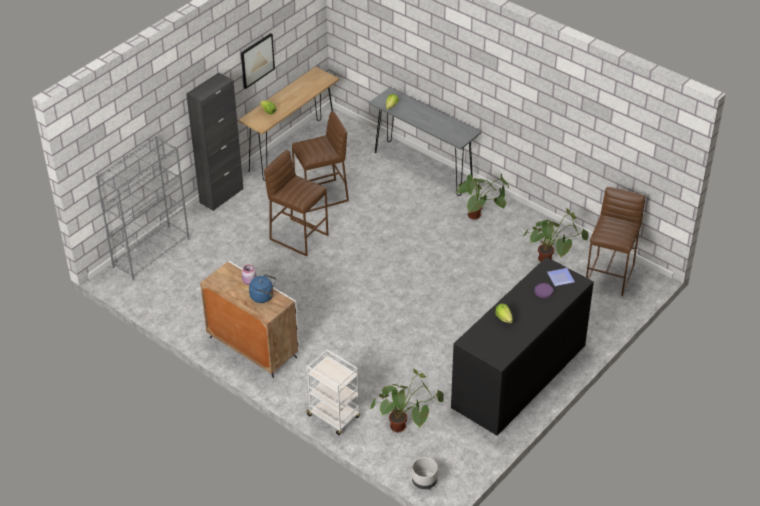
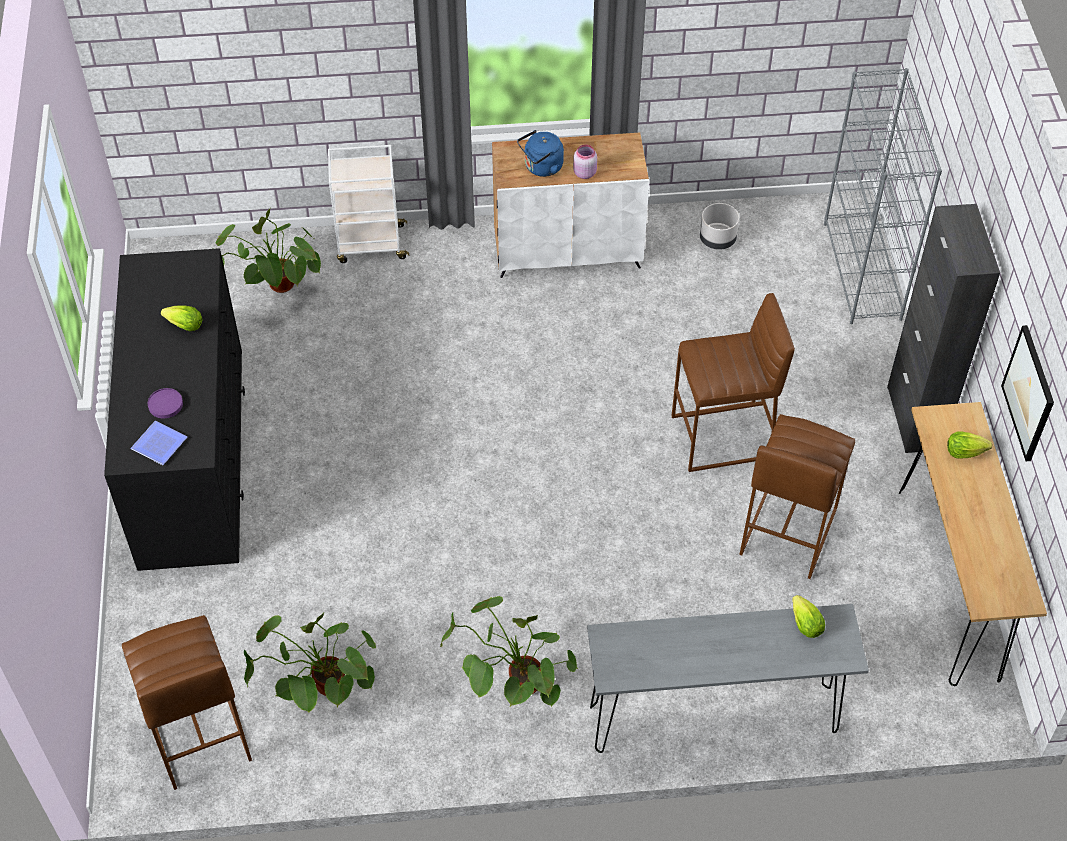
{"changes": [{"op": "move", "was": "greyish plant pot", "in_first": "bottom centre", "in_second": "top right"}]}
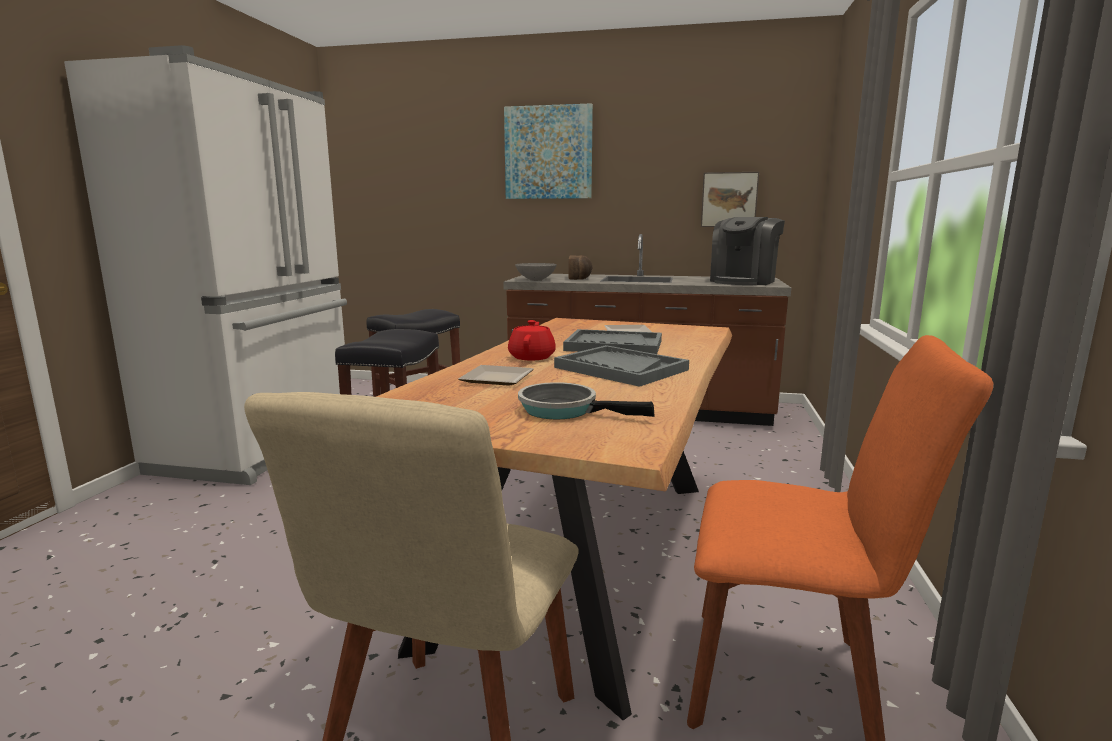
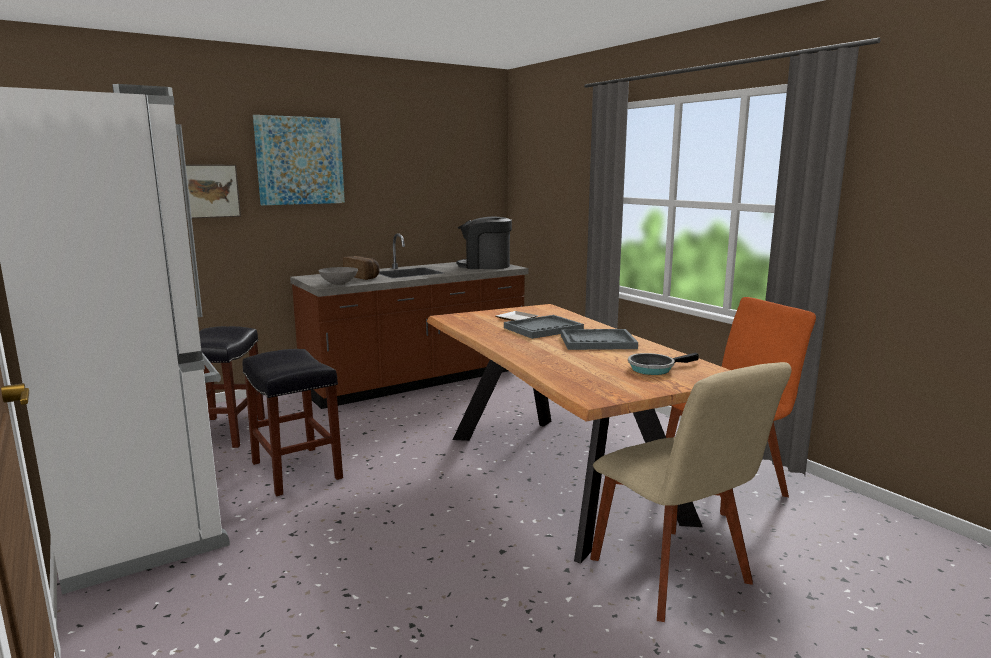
{"changes": [{"op": "move", "was": "picture (2nd from left in the first image)", "now": "picture (1st from left)", "in_first": "top centre", "in_second": "top left"}, {"op": "rotate", "was": "coffee machine", "in_first": "middle right", "in_second": "centre", "clockwise": 105}, {"op": "delete", "was": "red tea pot", "in_first": "centre"}, {"op": "delete", "was": "dinner plate (1st from left)", "in_first": "centre"}]}
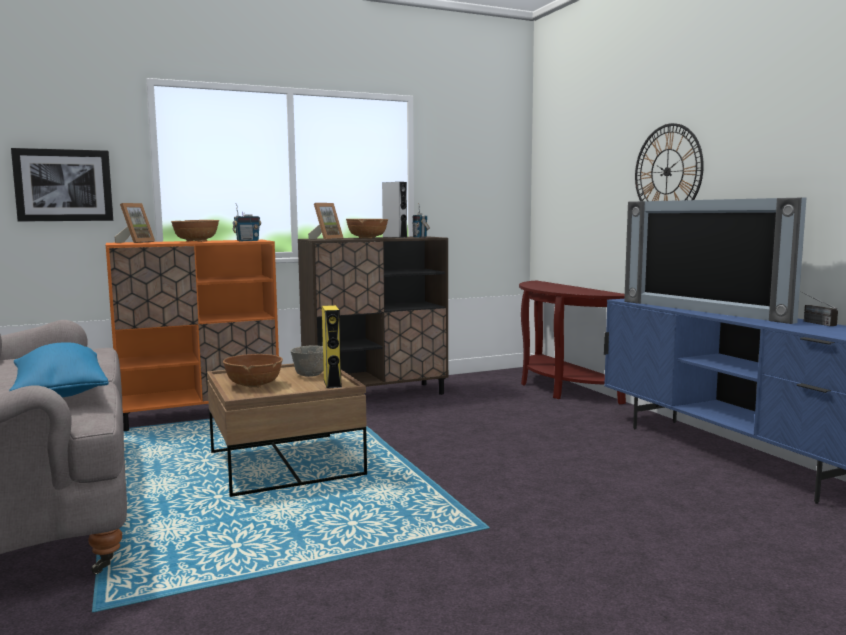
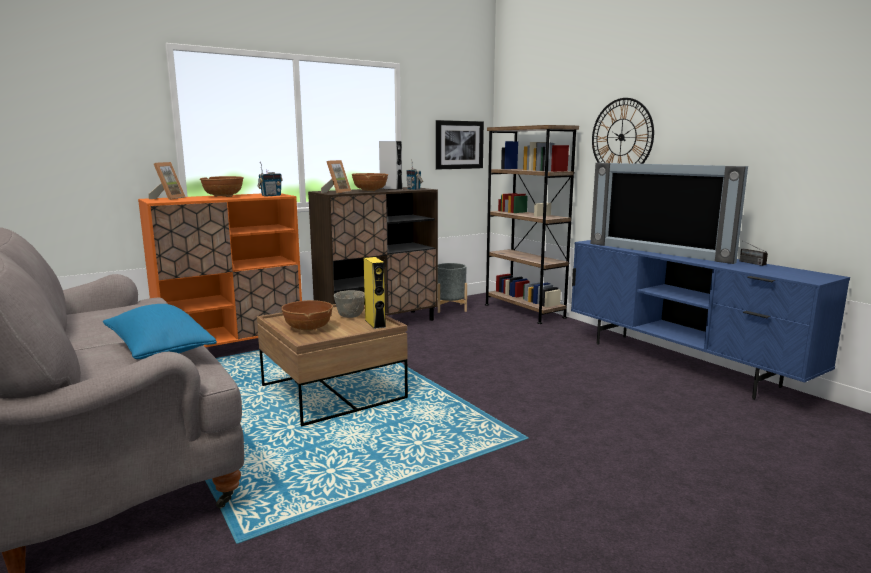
{"changes": [{"op": "move", "was": "picture", "in_first": "top left", "in_second": "top centre"}, {"op": "replace", "was": "brown console table", "now": "brown bookcase", "in_first": "middle right", "in_second": "centre"}, {"op": "insert", "now": "greyish plant pot", "in_second": "centre"}]}
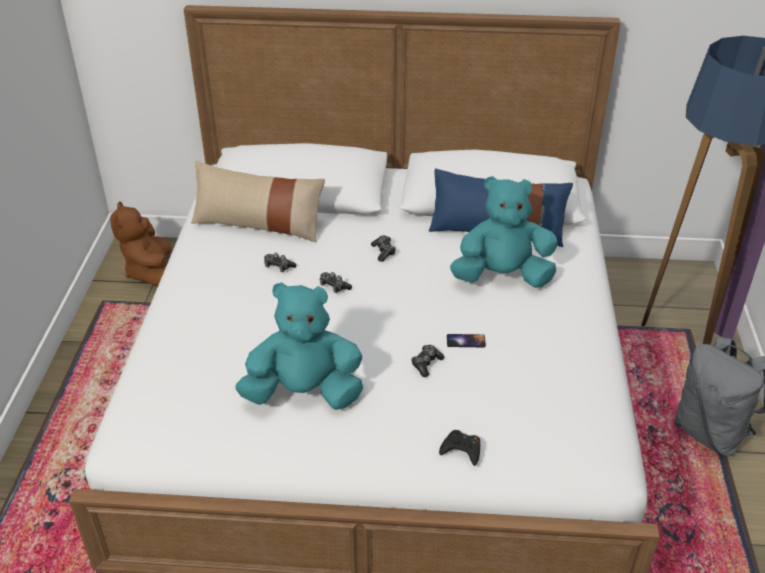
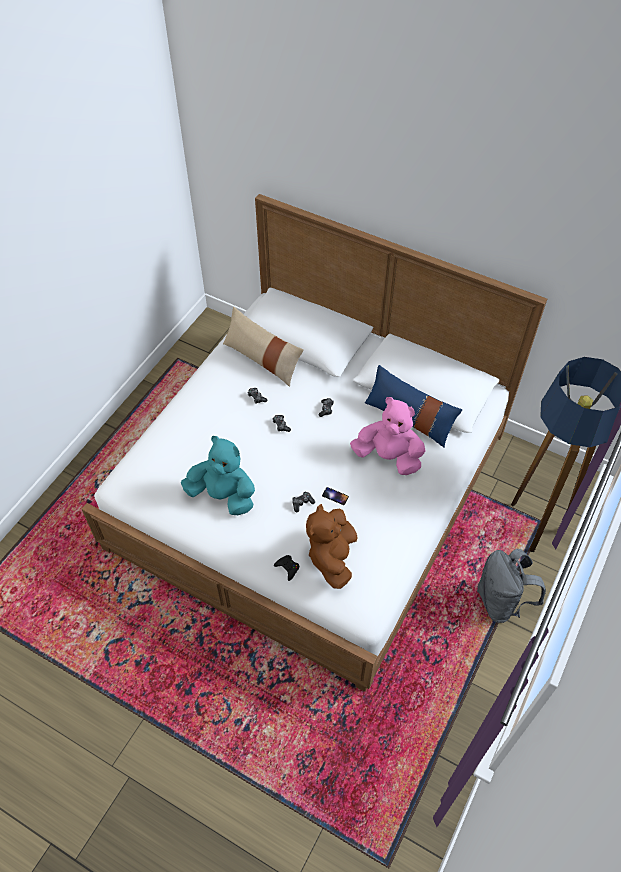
{"changes": [{"op": "recolor", "was": "turquoise soft toy (2nd from left)", "now": "pink-coloured soft toy", "in_first": "centre", "in_second": "centre"}, {"op": "move", "was": "brown soft toy", "in_first": "middle left", "in_second": "centre"}]}
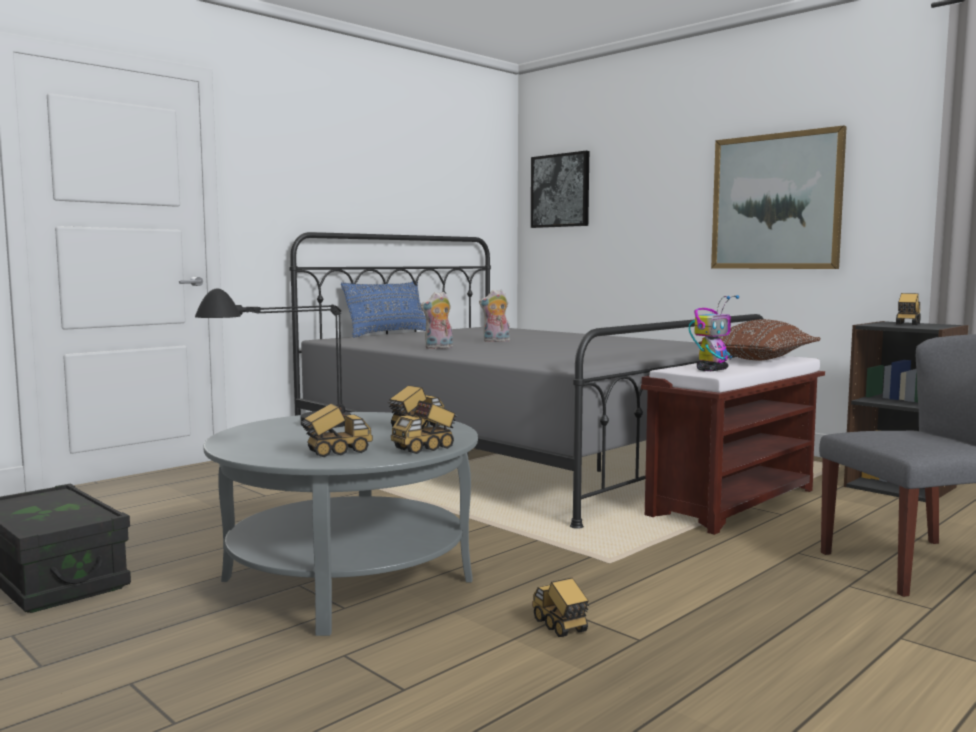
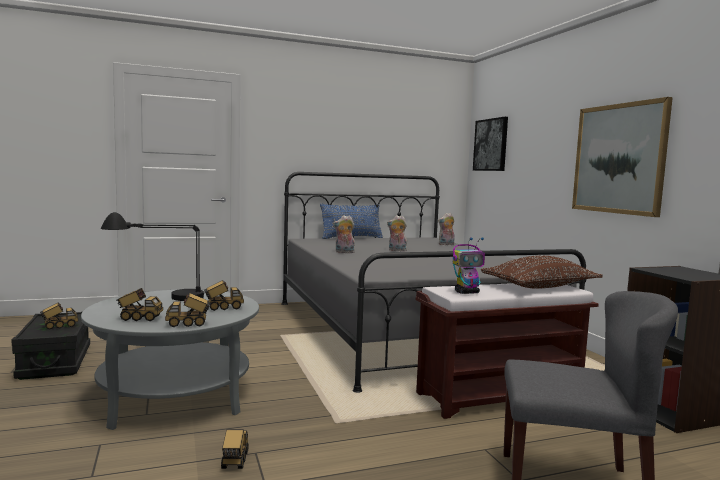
{"changes": [{"op": "move", "was": "model truck (5th from left in the first image)", "now": "model truck (1st from left)", "in_first": "middle right", "in_second": "middle left"}, {"op": "insert", "now": "soft toy (3rd from left)", "in_second": "centre"}]}
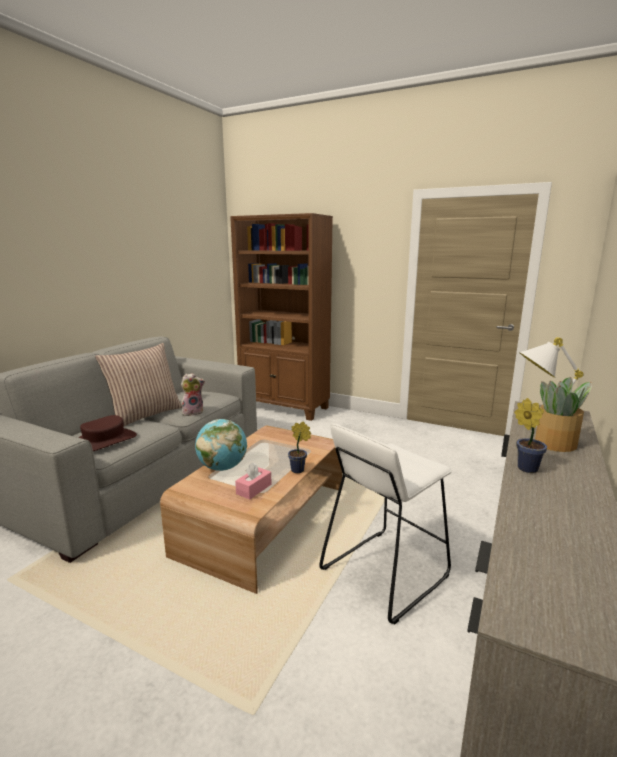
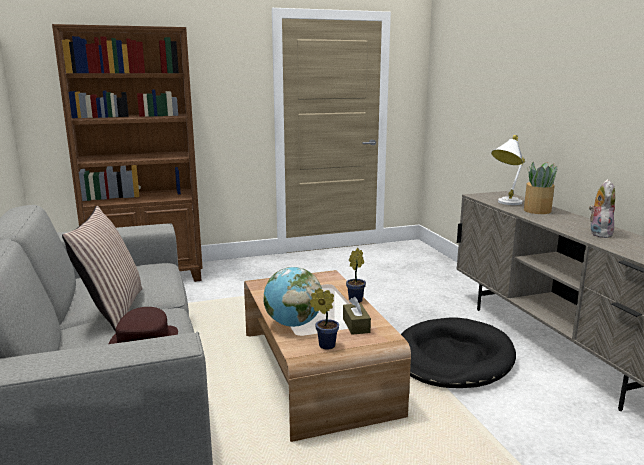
{"changes": [{"op": "move", "was": "soft toy", "in_first": "middle left", "in_second": "middle right"}, {"op": "move", "was": "plant in a pot (2nd from left in the first image)", "now": "plant in a pot (1st from left)", "in_first": "middle right", "in_second": "bottom centre"}, {"op": "replace", "was": "white sitting stool", "now": "black pet bed", "in_first": "bottom centre", "in_second": "bottom right"}, {"op": "recolor", "was": "pink-coloured box of tissues", "now": "brown box of tissues", "in_first": "centre", "in_second": "bottom centre"}]}
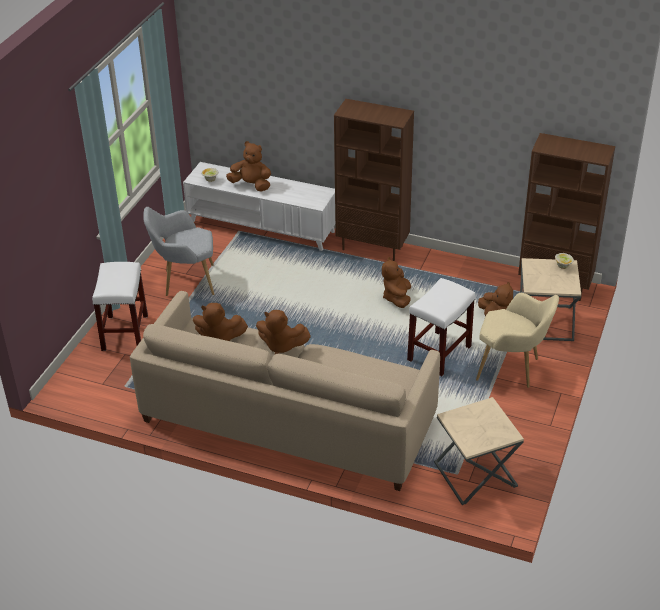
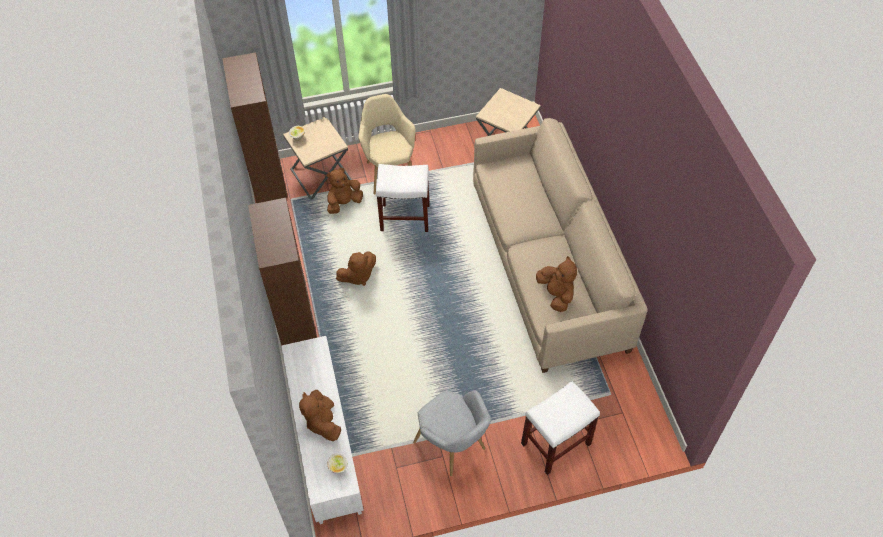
{"changes": [{"op": "delete", "was": "brown soft toy (3rd from left)", "in_first": "centre"}]}
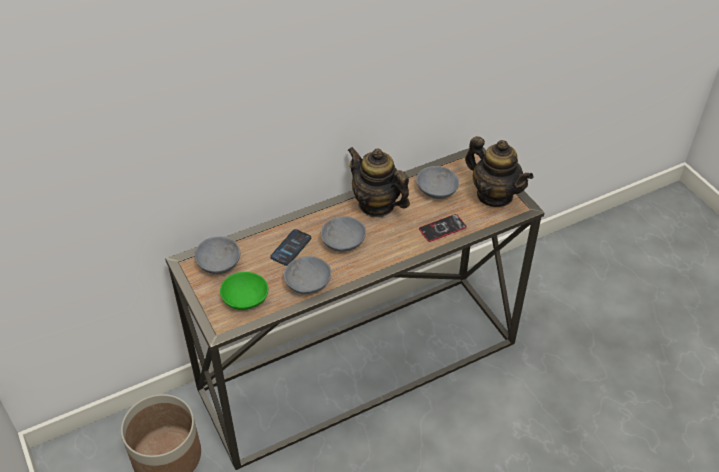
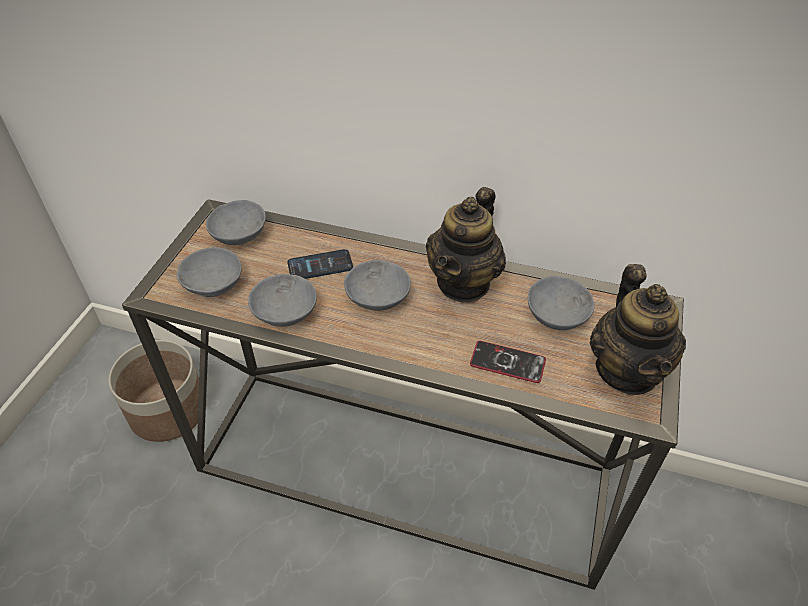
{"changes": [{"op": "rotate", "was": "tea pot (1st from left)", "in_first": "centre", "in_second": "centre", "clockwise": -150}, {"op": "recolor", "was": "green serving bowl", "now": "greyish serving bowl (1st from left)", "in_first": "centre", "in_second": "middle left"}]}
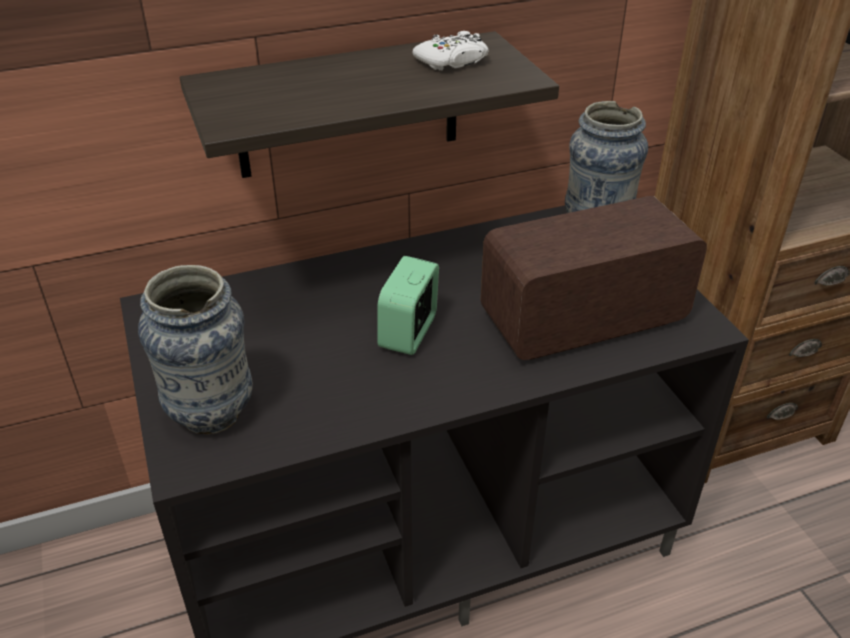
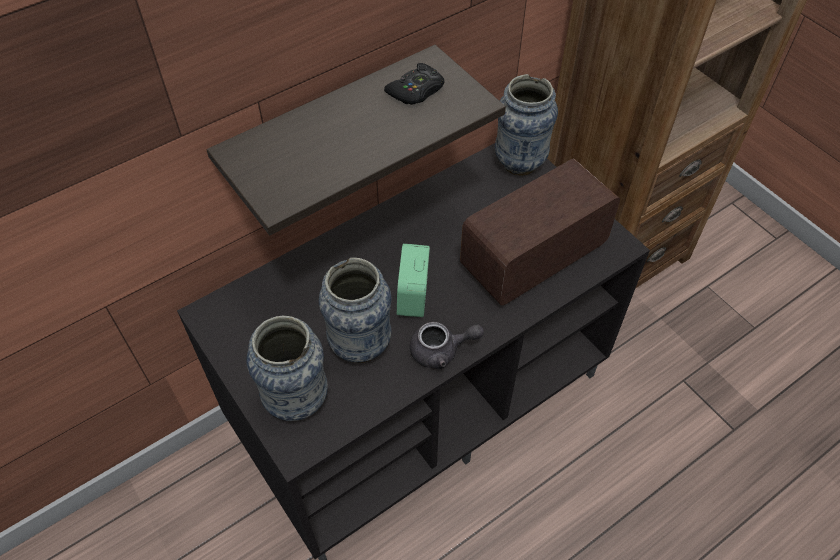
{"changes": [{"op": "recolor", "was": "white joypad", "now": "black joypad", "in_first": "top centre", "in_second": "top centre"}, {"op": "insert", "now": "flower vase (2nd from left)", "in_second": "centre"}, {"op": "insert", "now": "greyish tea pot", "in_second": "centre"}]}
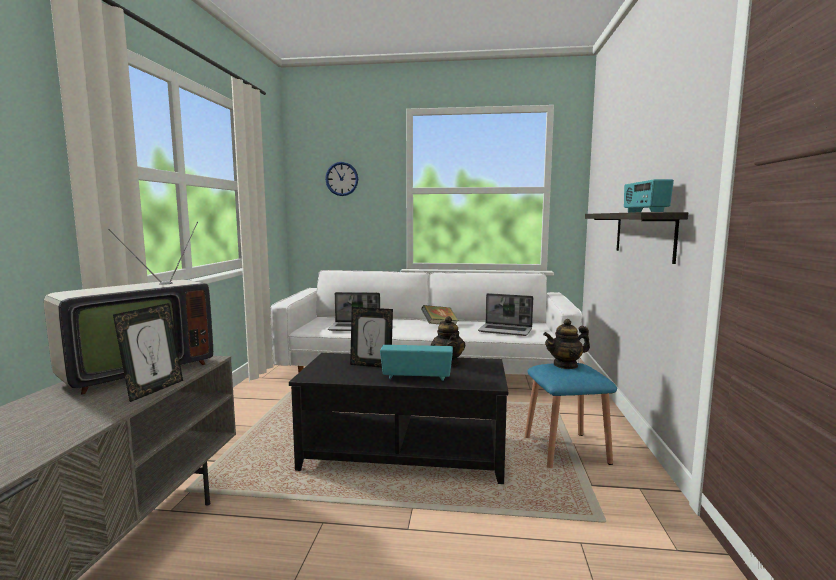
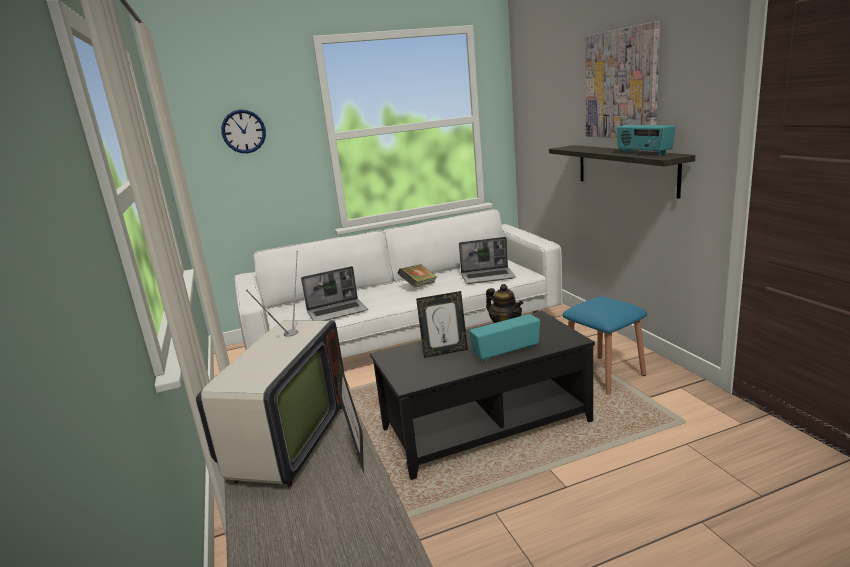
{"changes": [{"op": "delete", "was": "tea pot (2nd from left)", "in_first": "middle right"}, {"op": "insert", "now": "picture", "in_second": "top right"}]}
